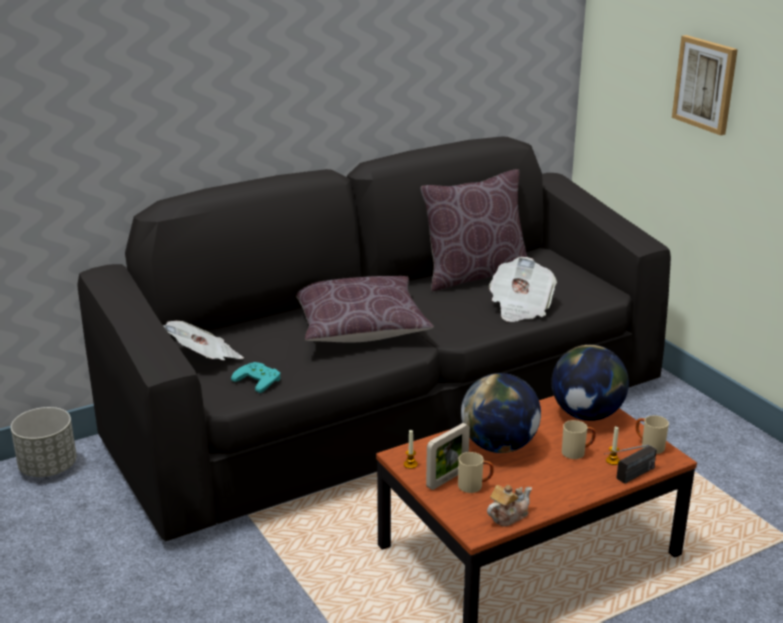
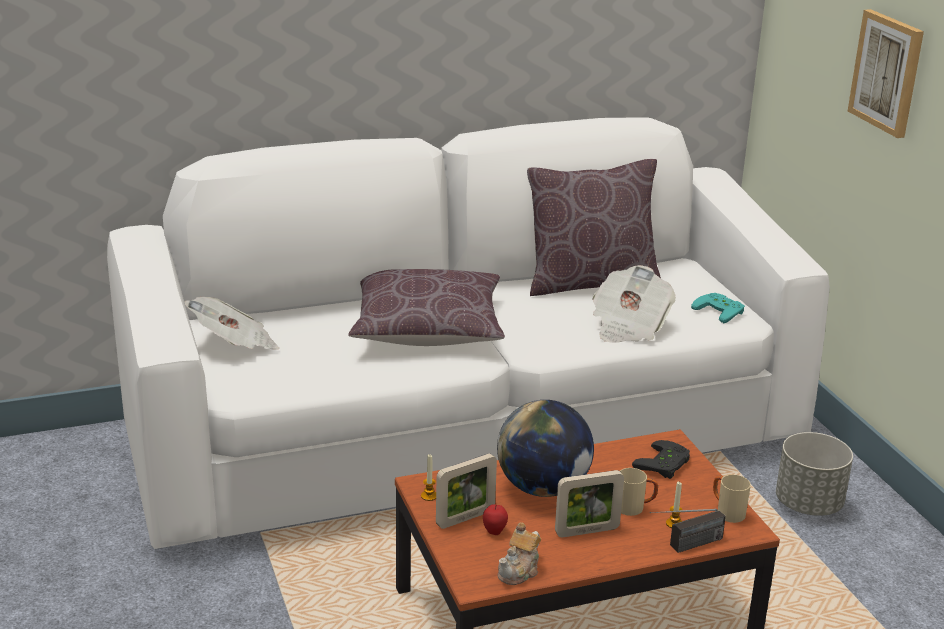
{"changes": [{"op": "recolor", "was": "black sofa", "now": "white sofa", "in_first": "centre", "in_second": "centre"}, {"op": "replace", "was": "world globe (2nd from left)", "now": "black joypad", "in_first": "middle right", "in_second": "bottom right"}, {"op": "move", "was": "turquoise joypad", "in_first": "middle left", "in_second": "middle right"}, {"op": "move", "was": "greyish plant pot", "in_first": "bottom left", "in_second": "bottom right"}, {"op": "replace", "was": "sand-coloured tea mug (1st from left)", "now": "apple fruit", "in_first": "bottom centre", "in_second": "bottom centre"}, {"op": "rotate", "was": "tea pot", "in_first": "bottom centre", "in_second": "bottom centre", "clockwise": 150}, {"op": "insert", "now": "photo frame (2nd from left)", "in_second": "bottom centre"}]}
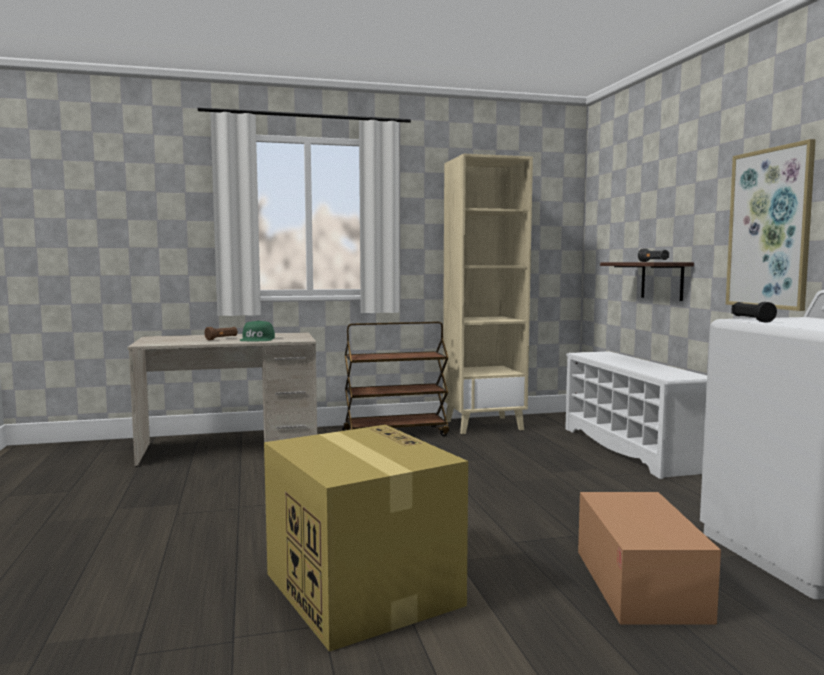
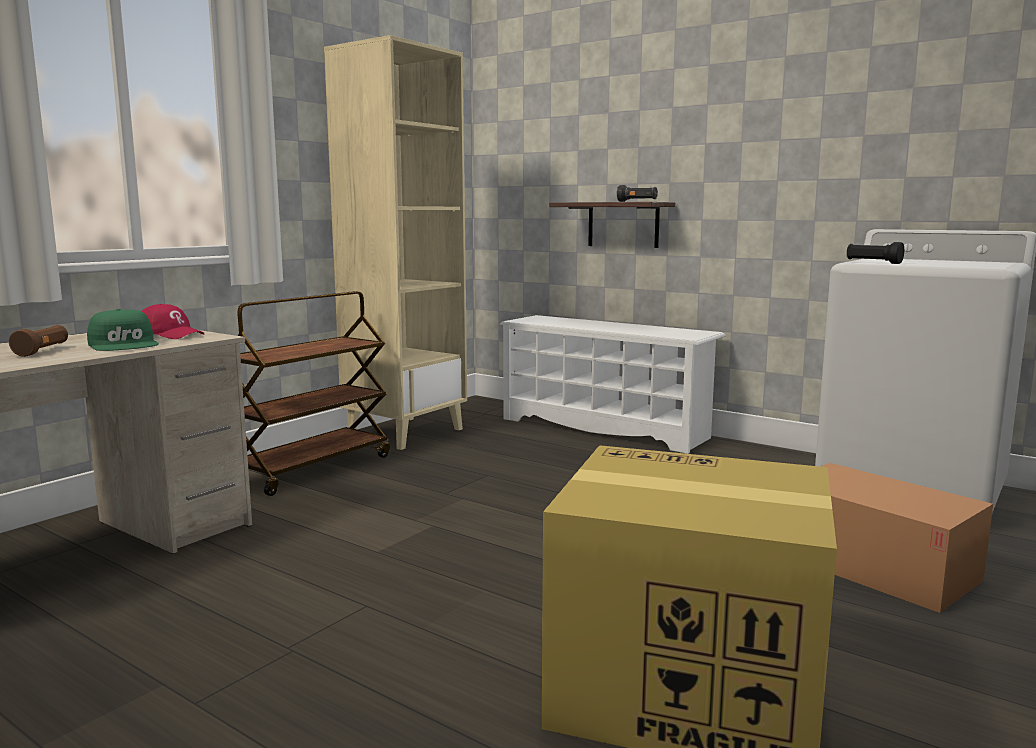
{"changes": [{"op": "delete", "was": "picture", "in_first": "middle right"}, {"op": "insert", "now": "red peaked cap", "in_second": "middle left"}]}
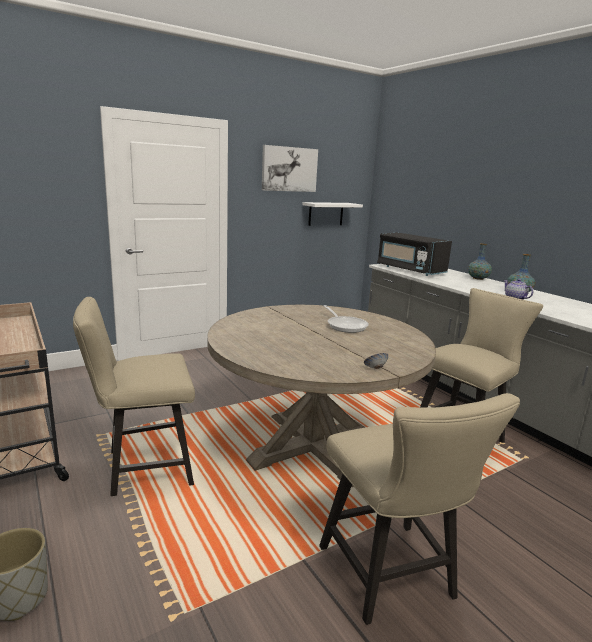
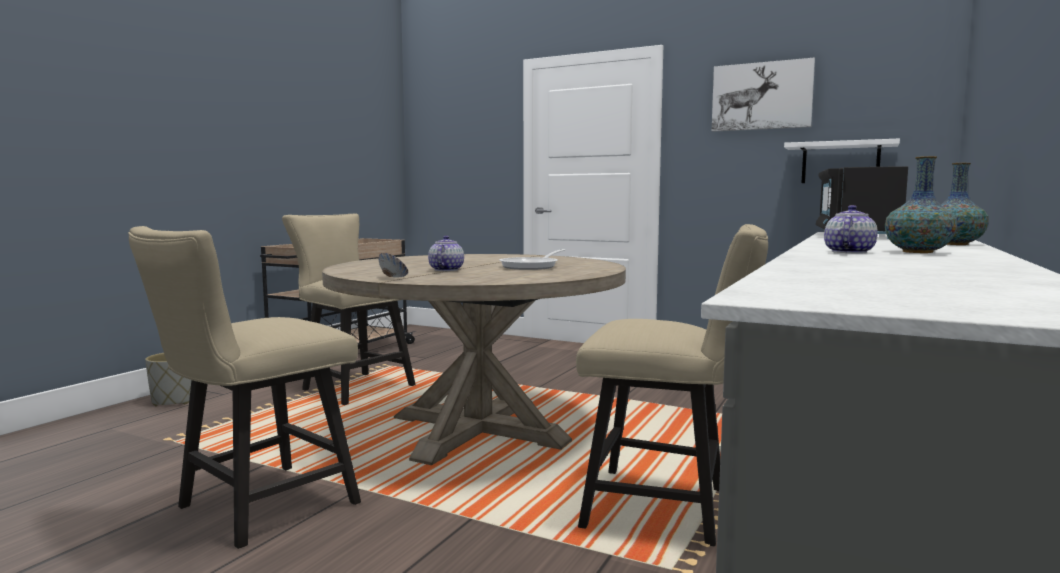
{"changes": [{"op": "insert", "now": "tea pot (1st from left)", "in_second": "centre"}]}
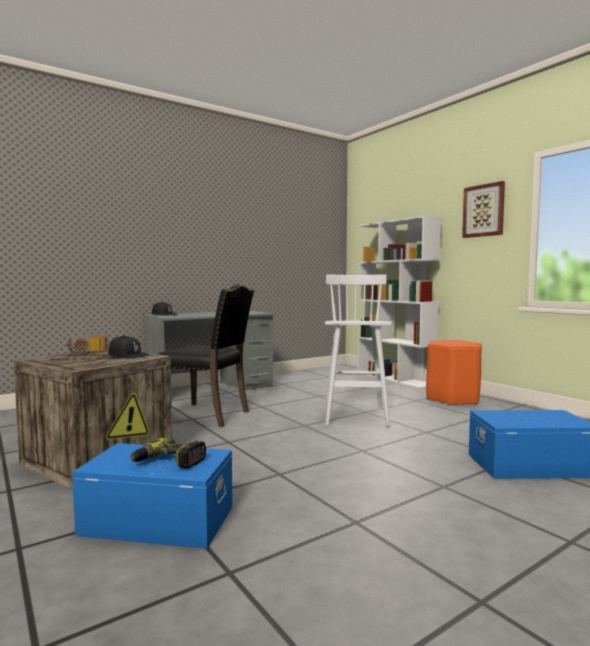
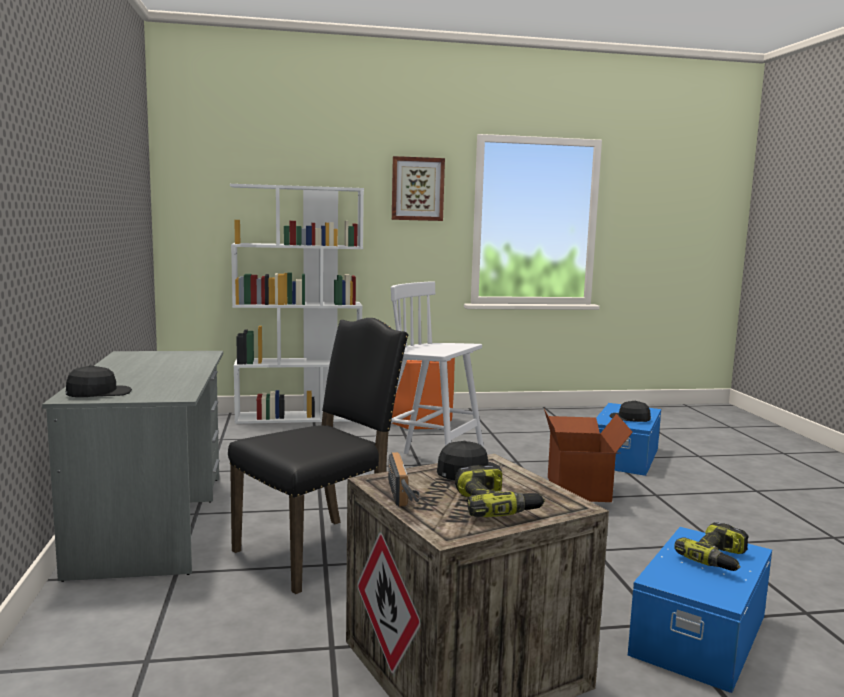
{"changes": [{"op": "insert", "now": "black peaked cap (3rd from left)", "in_second": "middle right"}, {"op": "insert", "now": "packing box", "in_second": "middle right"}, {"op": "insert", "now": "power drill (1st from left)", "in_second": "bottom centre"}]}
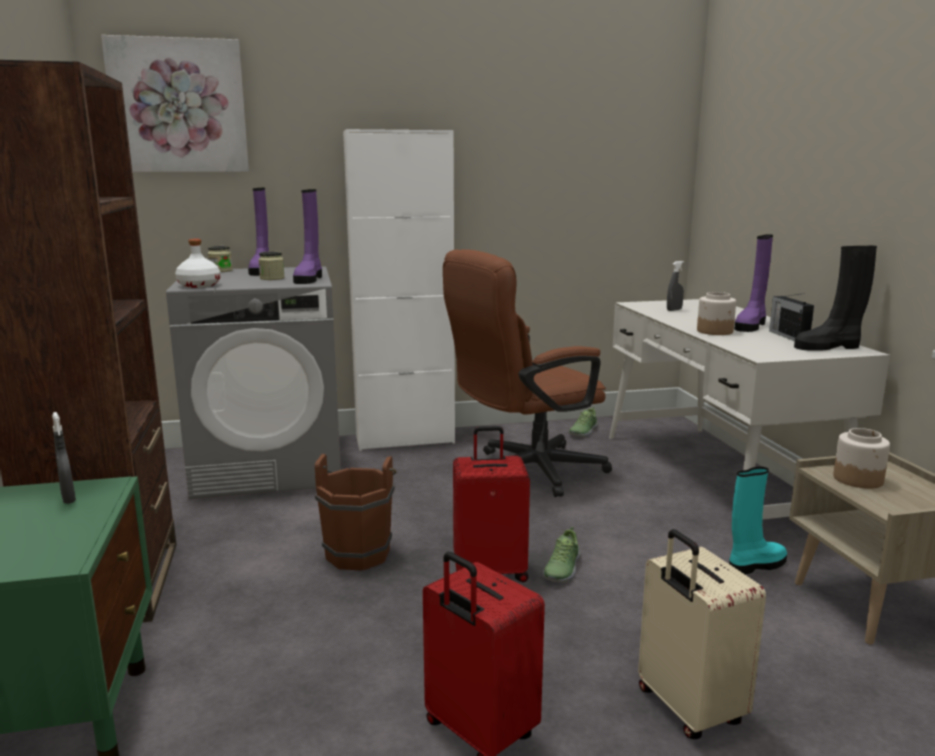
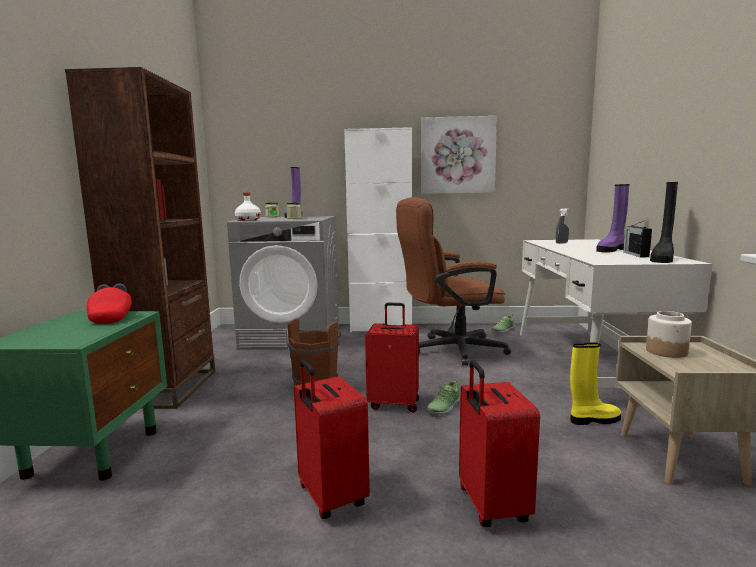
{"changes": [{"op": "move", "was": "picture", "in_first": "top left", "in_second": "top centre"}, {"op": "delete", "was": "purple-coloured tall boot (2nd from left)", "in_first": "top left"}, {"op": "rotate", "was": "black tall boot", "in_first": "middle right", "in_second": "middle right", "clockwise": -60}, {"op": "delete", "was": "jar (3rd from left)", "in_first": "middle right"}, {"op": "replace", "was": "greyish sprayer (1st from left)", "now": "red peaked cap", "in_first": "middle left", "in_second": "middle left"}, {"op": "recolor", "was": "turquoise tall boot", "now": "yellow-coloured tall boot", "in_first": "bottom right", "in_second": "bottom right"}, {"op": "recolor", "was": "sand-coloured travel case", "now": "red travel case (3rd from left)", "in_first": "bottom right", "in_second": "bottom centre"}]}
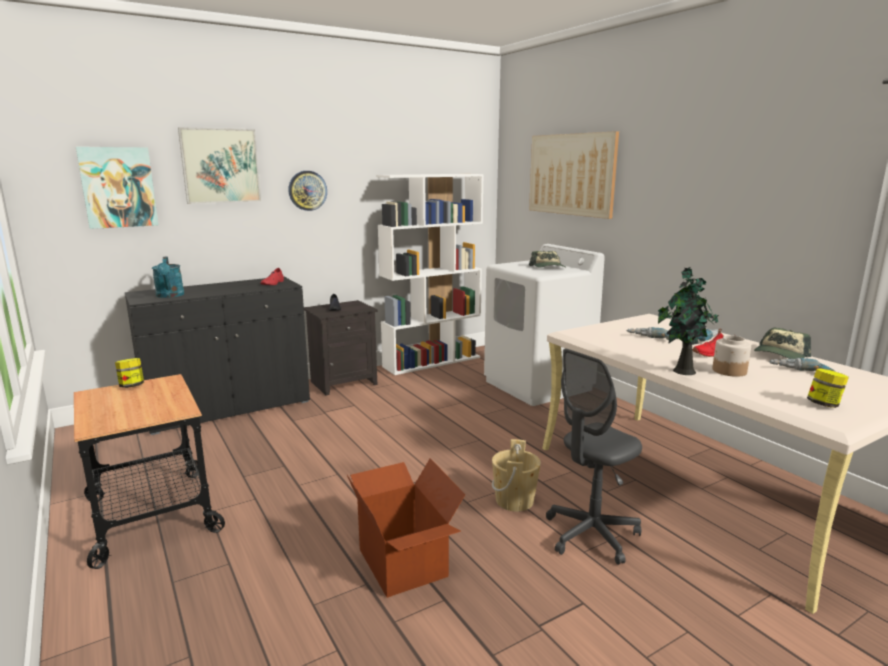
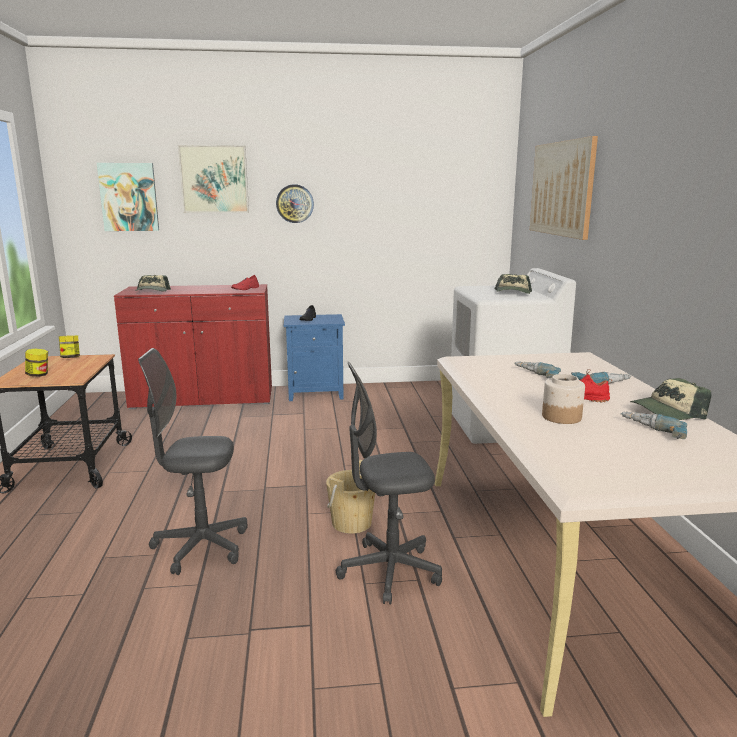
{"changes": [{"op": "delete", "was": "white bookcase", "in_first": "centre"}, {"op": "replace", "was": "turquoise watering pot", "now": "peaked cap (1st from left)", "in_first": "middle left", "in_second": "middle left"}, {"op": "delete", "was": "plant in a pot", "in_first": "middle right"}, {"op": "recolor", "was": "black storage cabinet", "now": "red storage cabinet", "in_first": "middle left", "in_second": "middle left"}, {"op": "recolor", "was": "black nightstand", "now": "bluish nightstand", "in_first": "centre", "in_second": "centre"}, {"op": "move", "was": "jar (3rd from left in the first image)", "now": "jar (1st from left)", "in_first": "middle right", "in_second": "middle left"}, {"op": "replace", "was": "packing box", "now": "greyish desk chair (1st from left)", "in_first": "bottom centre", "in_second": "middle left"}]}
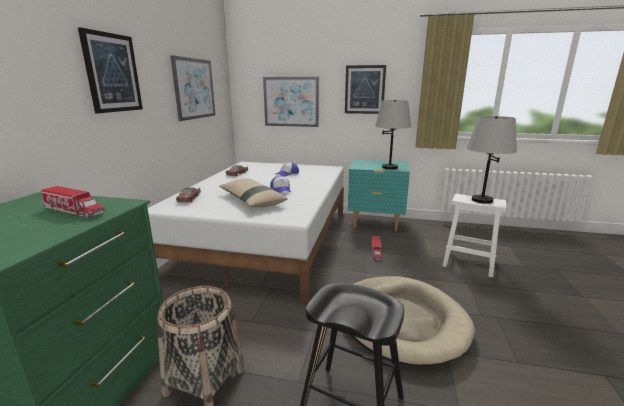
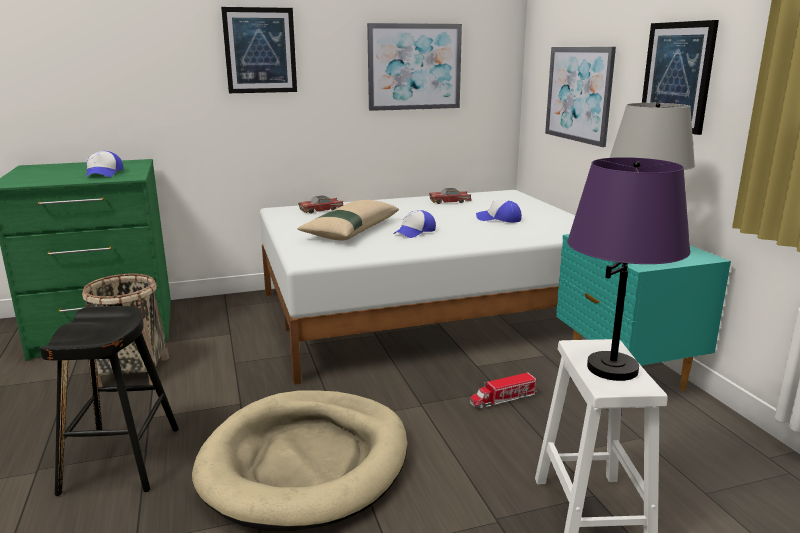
{"changes": [{"op": "recolor", "was": "greyish table lamp (2nd from left)", "now": "purple-coloured table lamp", "in_first": "middle right", "in_second": "middle right"}, {"op": "replace", "was": "model truck (1st from left)", "now": "peaked cap (1st from left)", "in_first": "middle left", "in_second": "top left"}]}
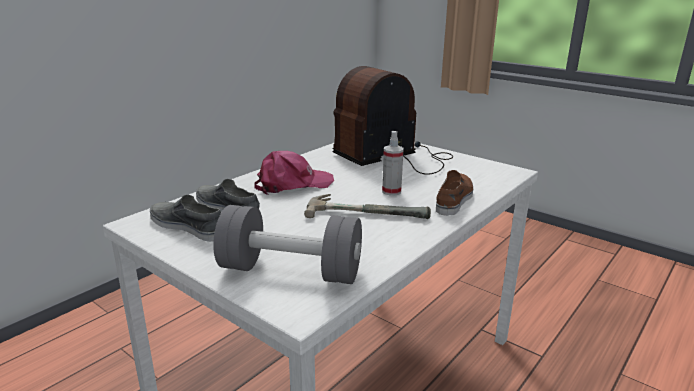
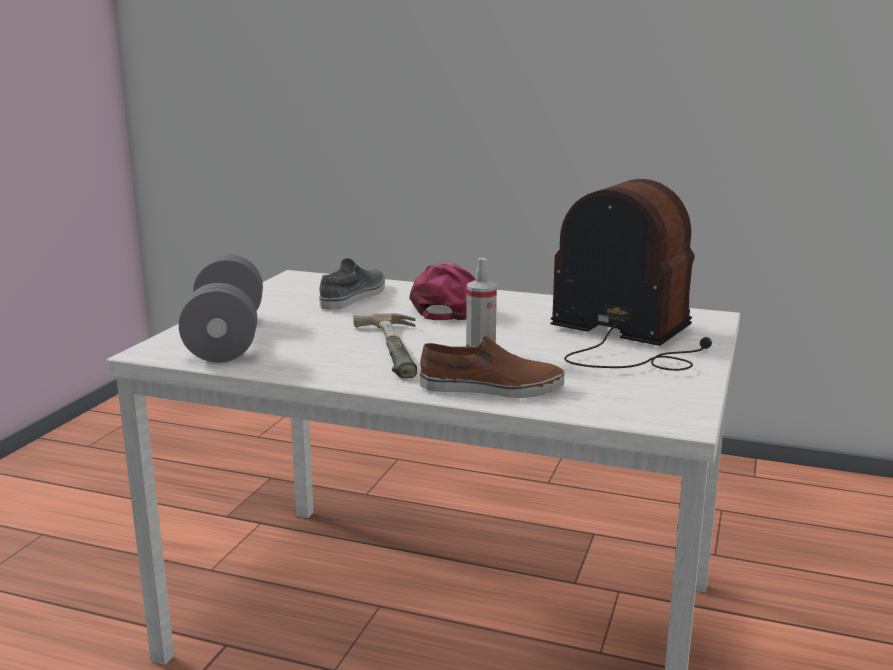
{"changes": [{"op": "rotate", "was": "pink-coloured peaked cap", "in_first": "centre", "in_second": "centre", "clockwise": -120}, {"op": "delete", "was": "greyish shoe (1st from left)", "in_first": "middle left"}]}
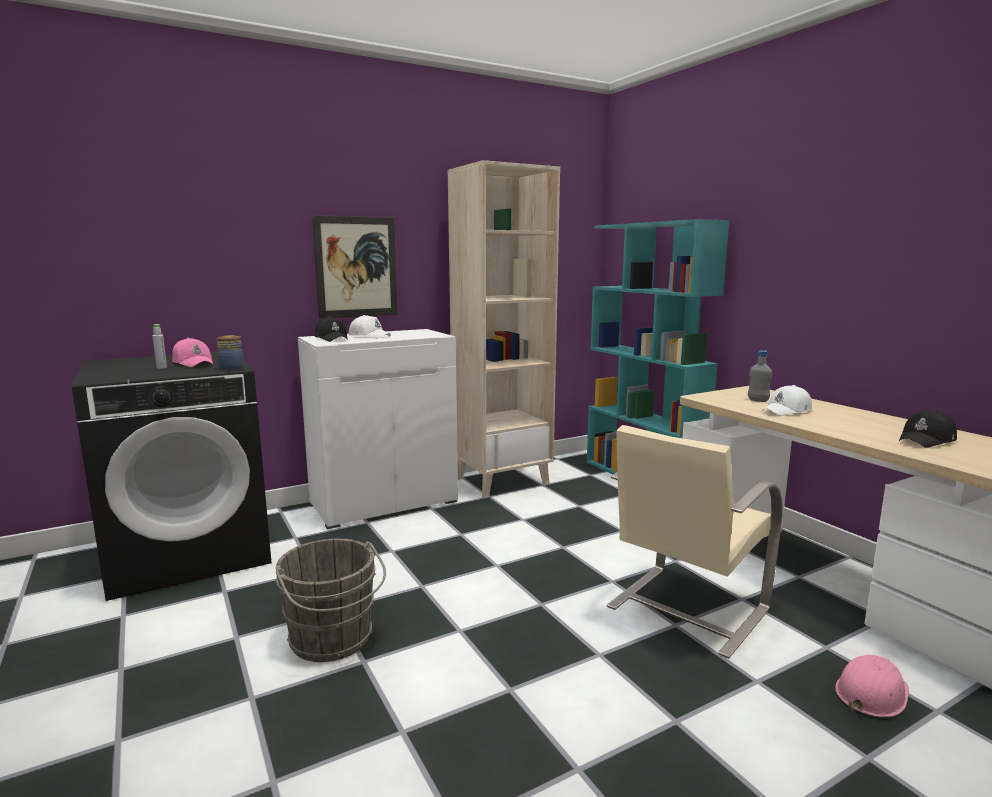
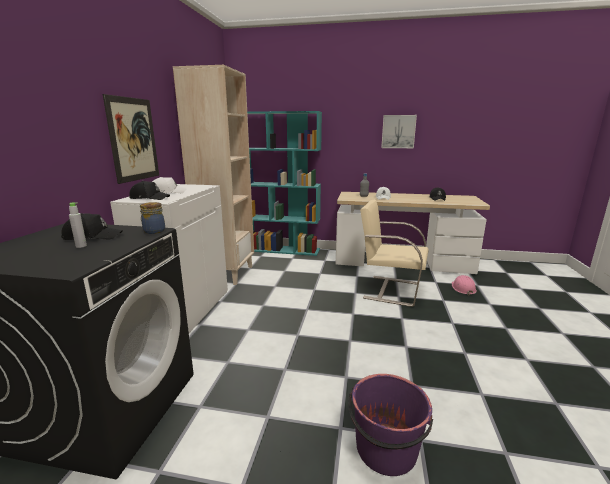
{"changes": [{"op": "recolor", "was": "pink-coloured peaked cap", "now": "black peaked cap (1st from left)", "in_first": "middle left", "in_second": "middle left"}, {"op": "rotate", "was": "sand-coloured chair", "in_first": "bottom right", "in_second": "centre", "clockwise": 120}, {"op": "delete", "was": "greyish bucket", "in_first": "bottom left"}, {"op": "insert", "now": "picture (2nd from left)", "in_second": "top centre"}, {"op": "insert", "now": "purple-coloured bucket", "in_second": "bottom centre"}]}
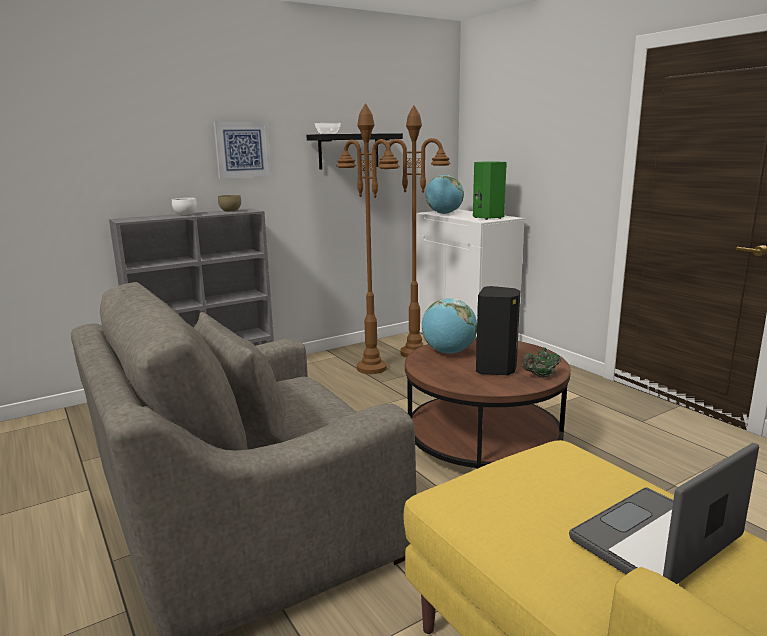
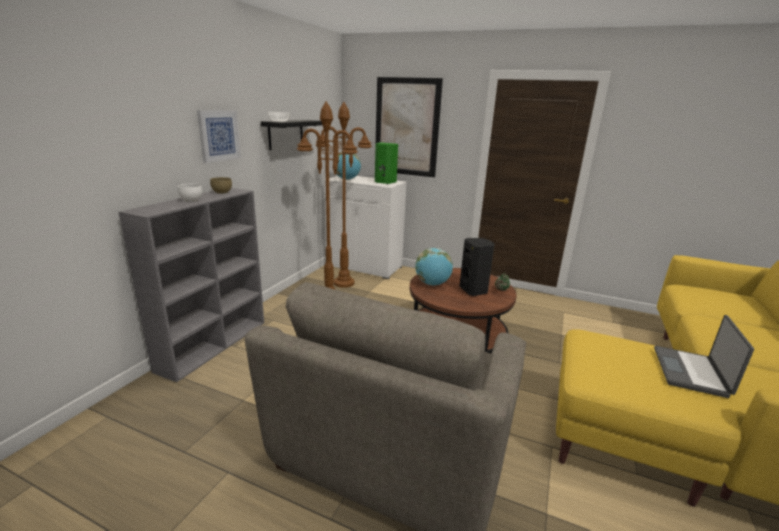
{"changes": [{"op": "insert", "now": "picture (2nd from left)", "in_second": "top centre"}]}
